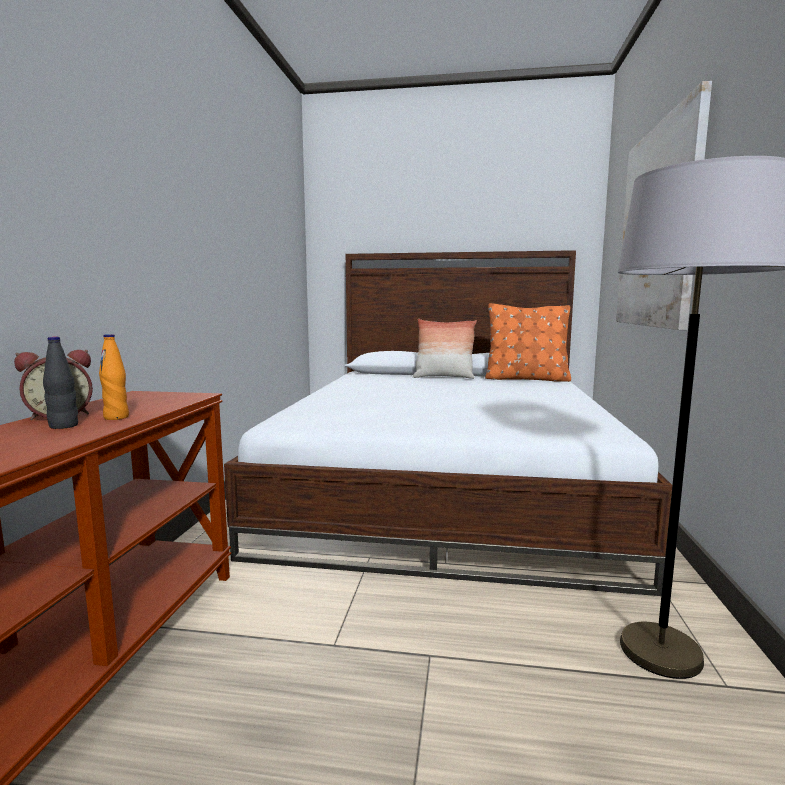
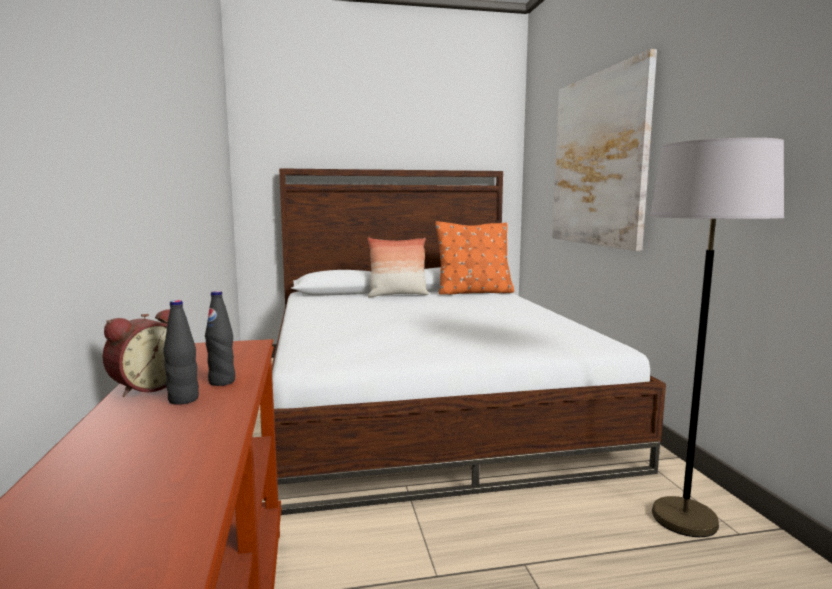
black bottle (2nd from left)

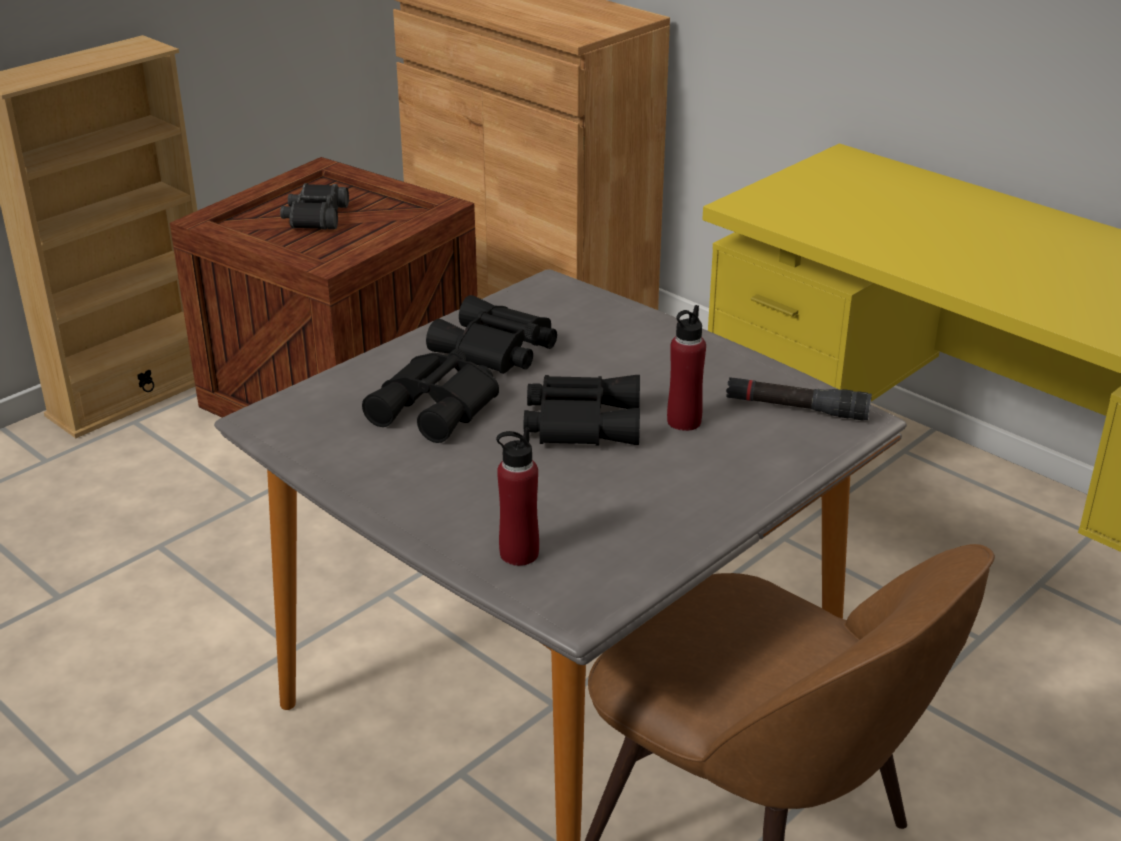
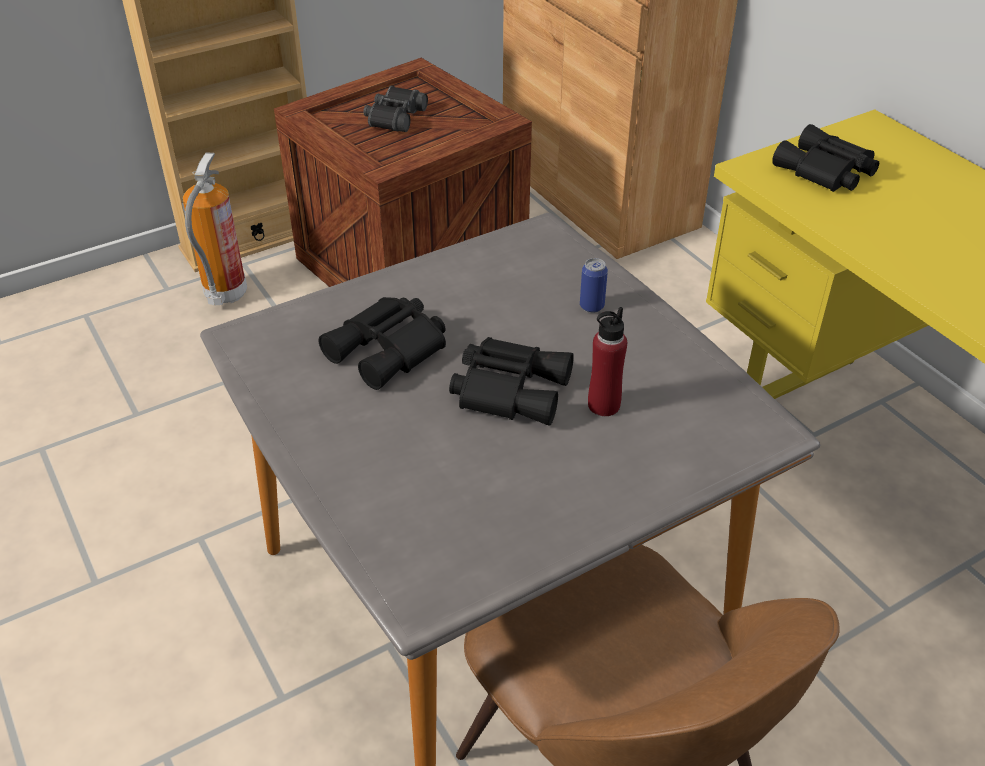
black binoculars (4th from left); black flashlight; red bottle (1st from left in the first image); fire extinguisher; can

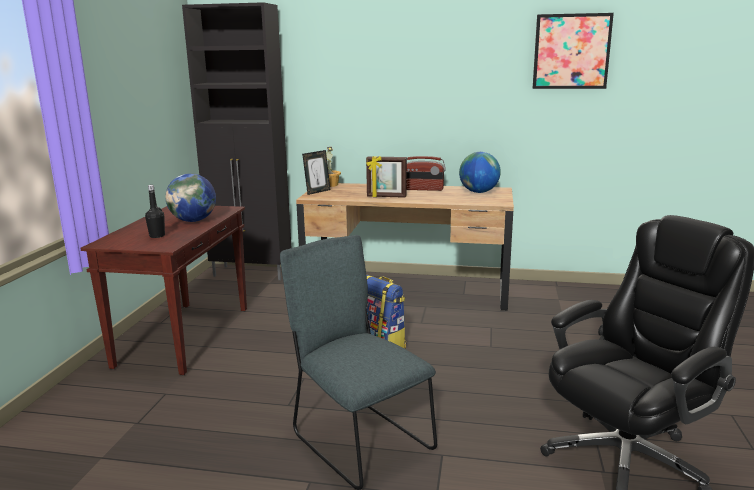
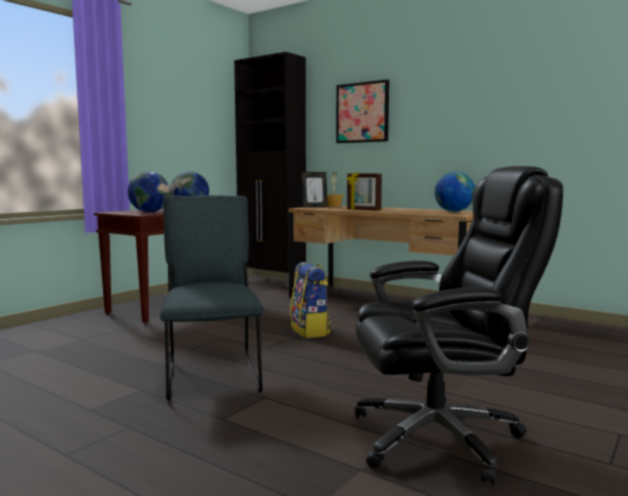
picture; radio; globe (1st from left)

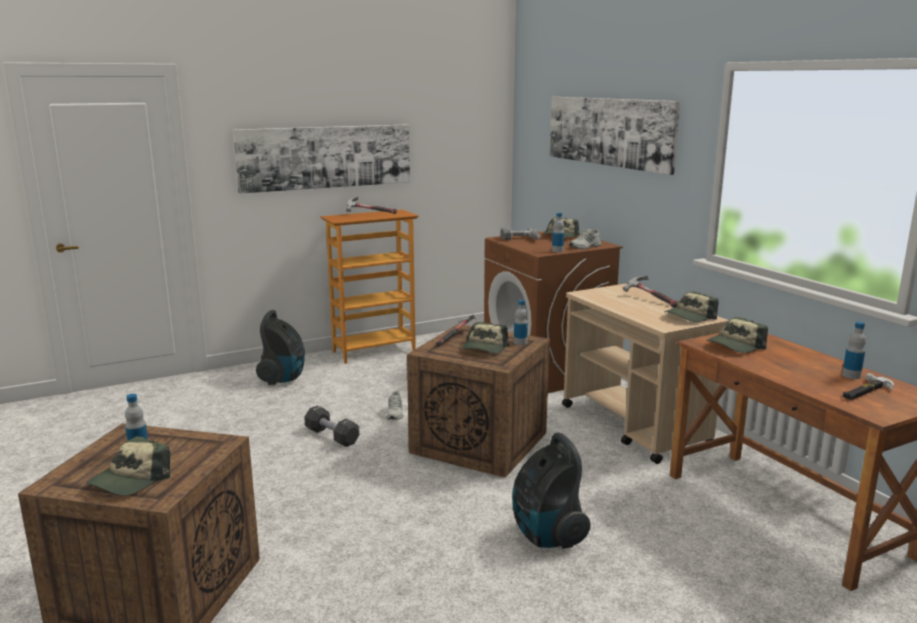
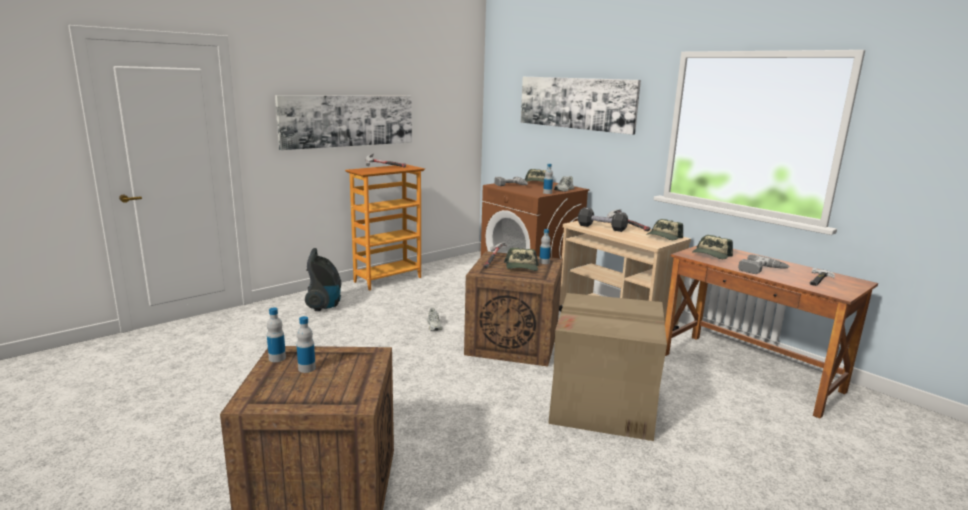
bottle (1st from left); black dumbbell; cardboard box; cap (1st from left in the first image); power drill (2nd from left)

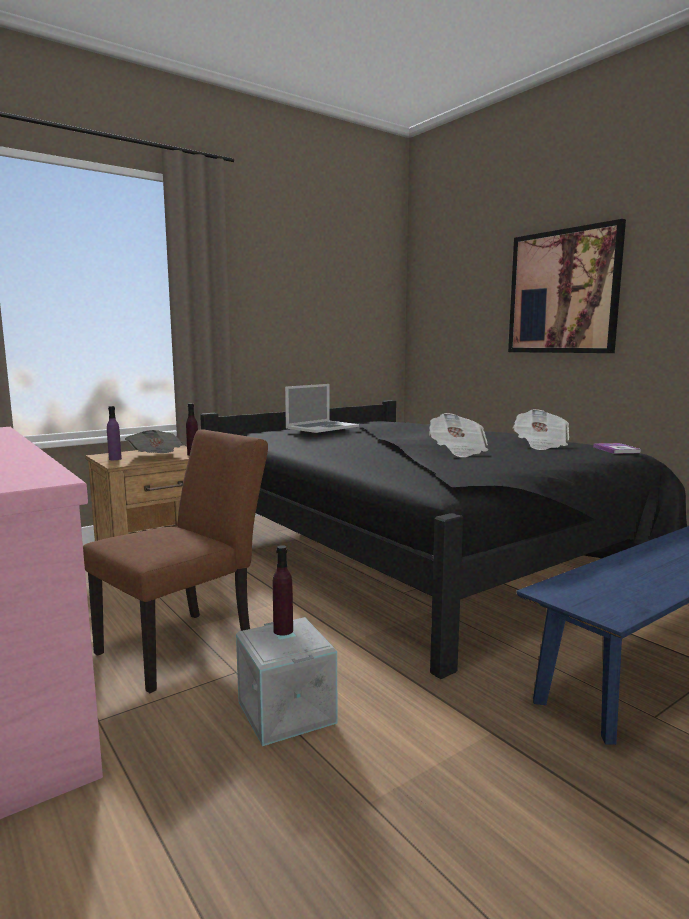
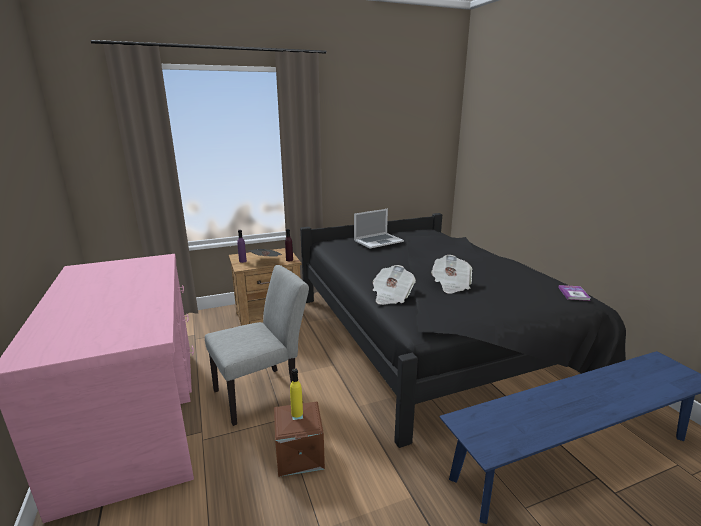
picture; newspaper (2nd from left); grey chair; yellow bottle; brown storage box

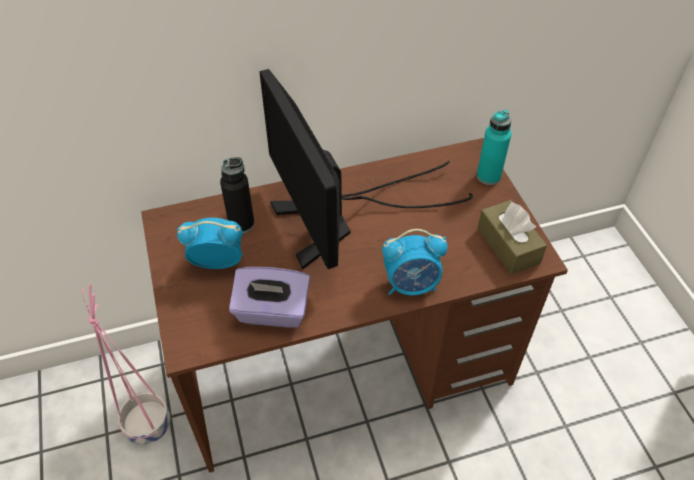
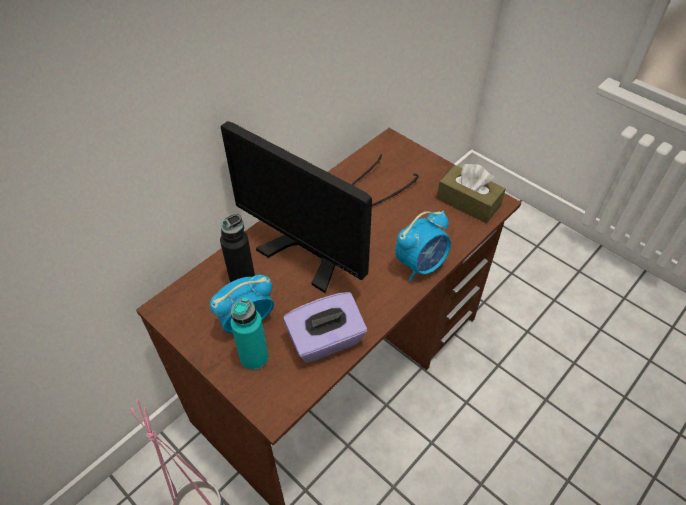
turquoise bottle

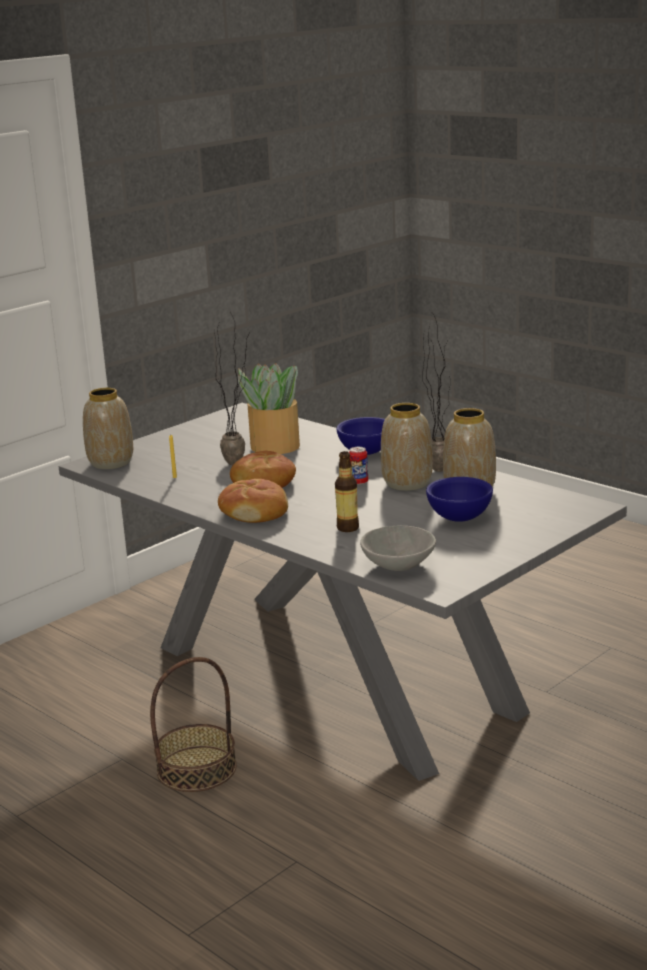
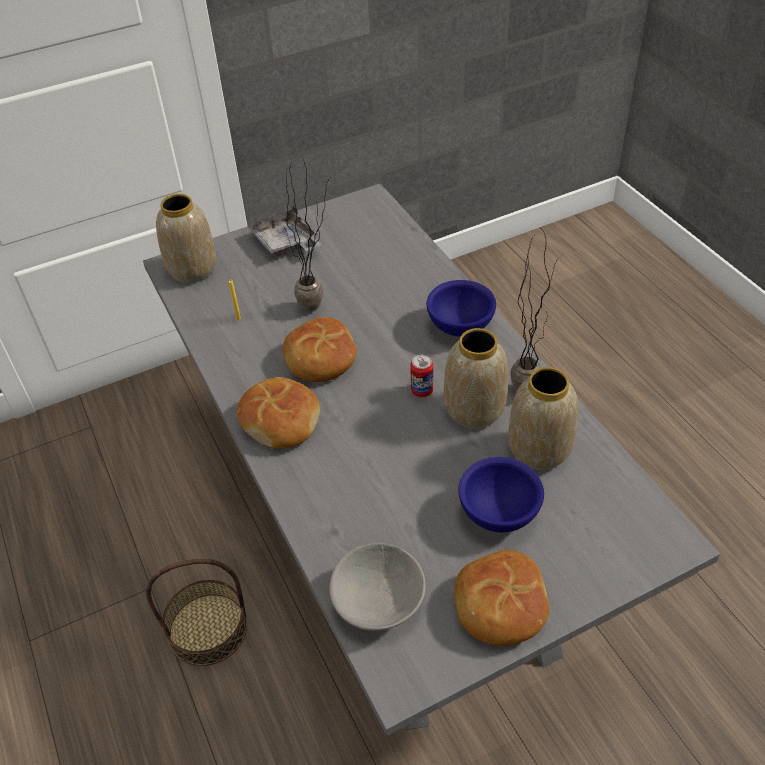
potted plant (2nd from left in the first image); bottle; grey tray; bread (3rd from left)

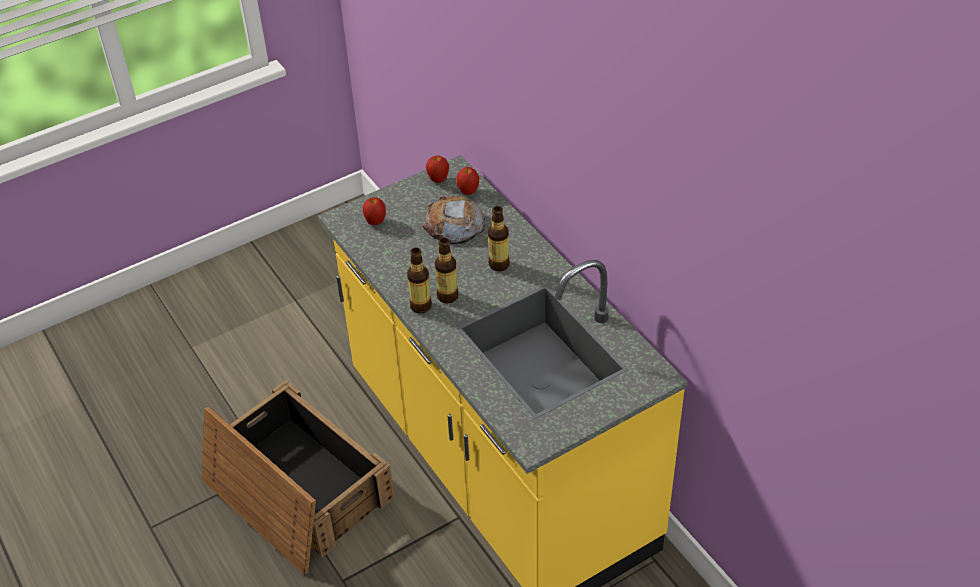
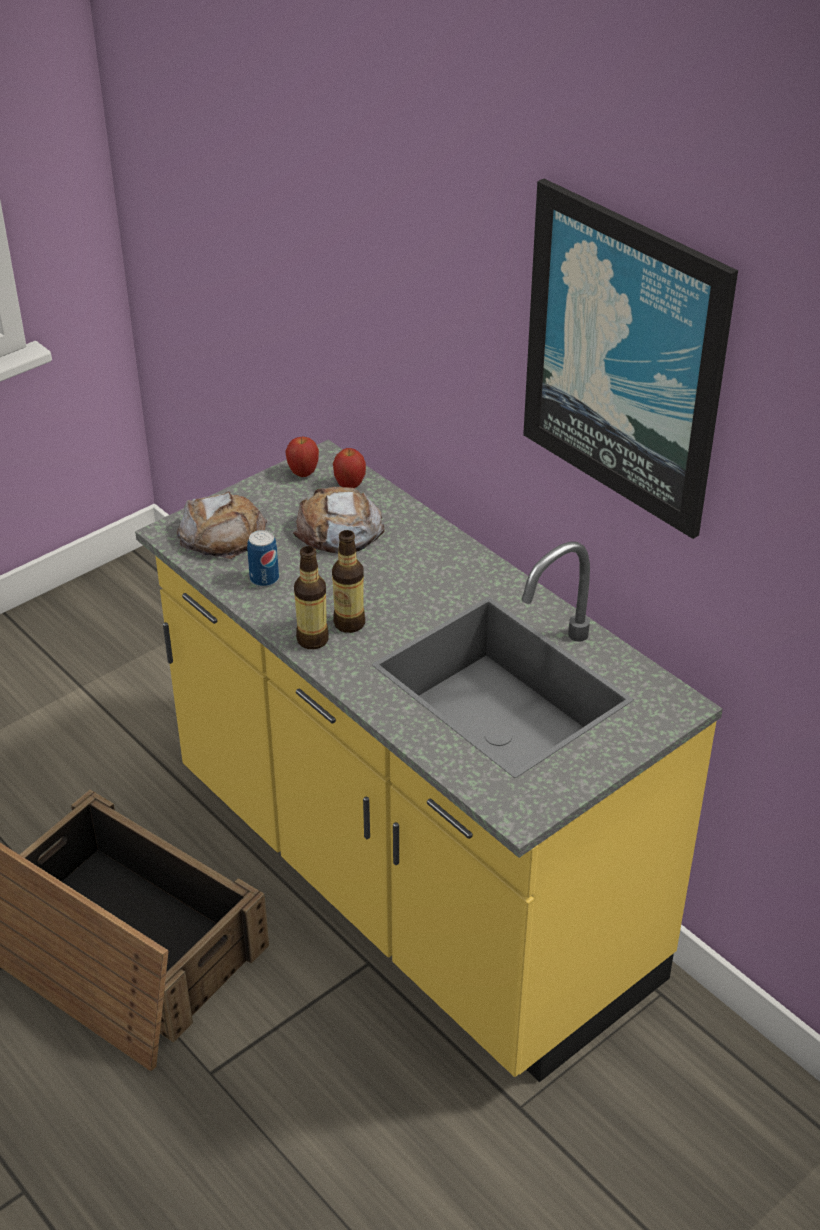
bread (1st from left); bottle (3rd from left in the first image); picture; can

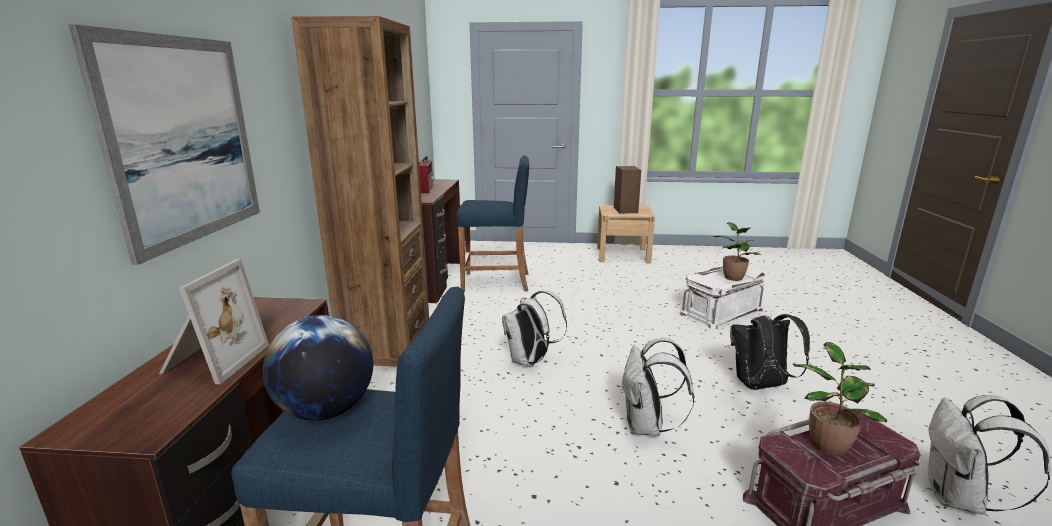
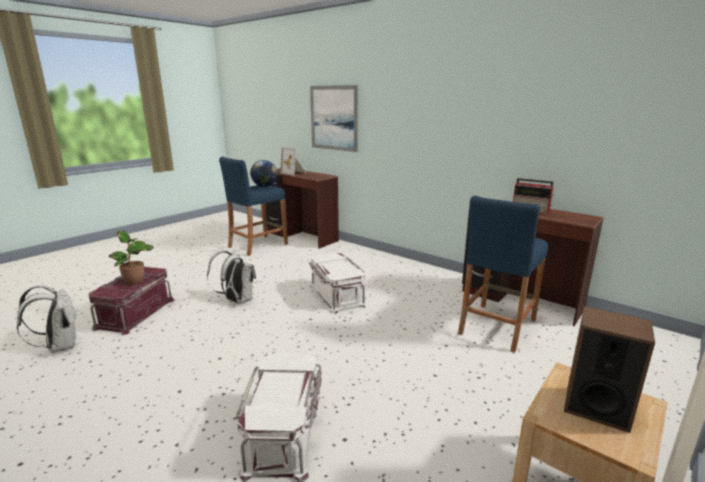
brown bookcase; potted plant (1st from left in the first image); white storage box (2nd from left); black backpack

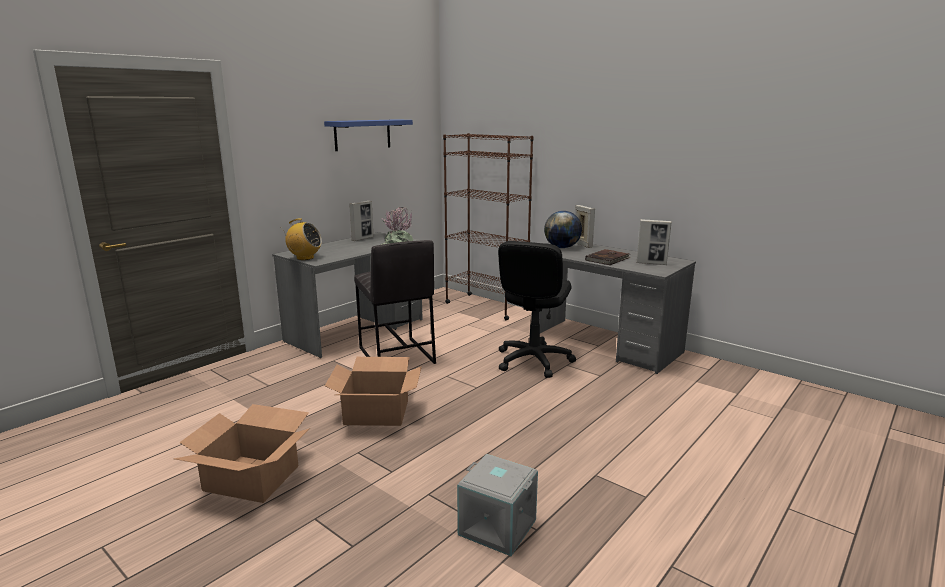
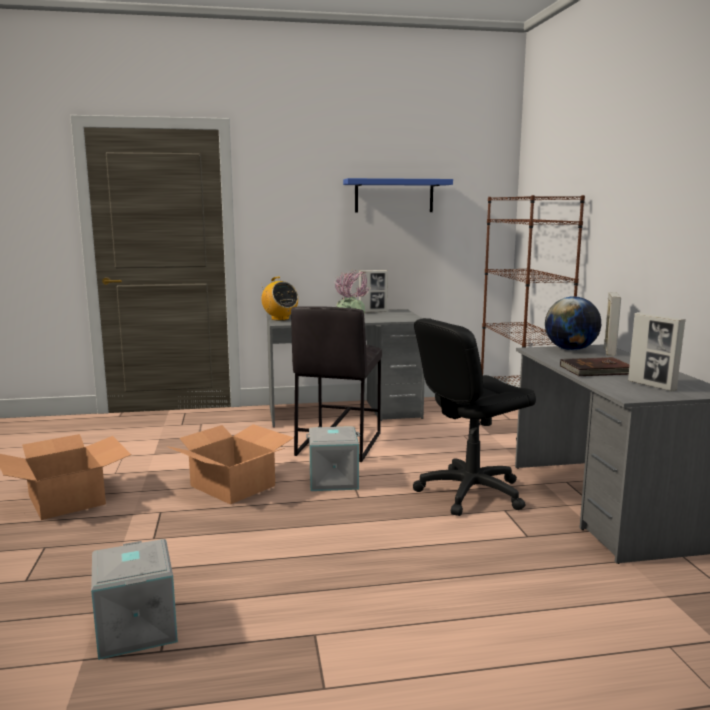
grey storage box (2nd from left)

